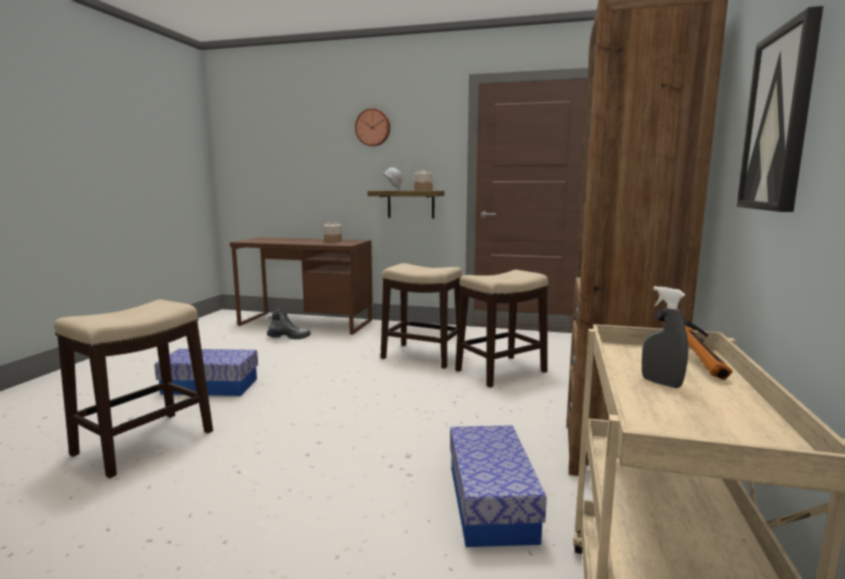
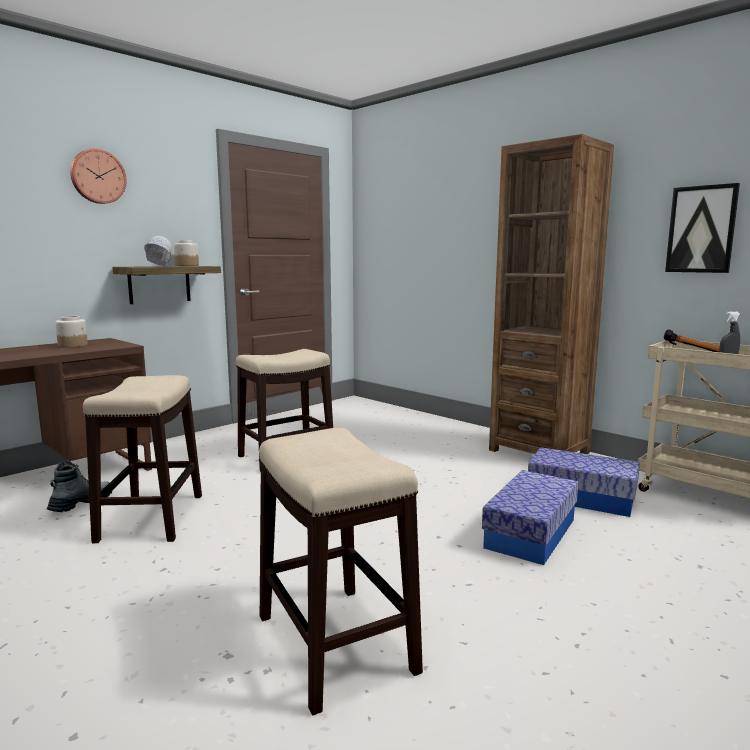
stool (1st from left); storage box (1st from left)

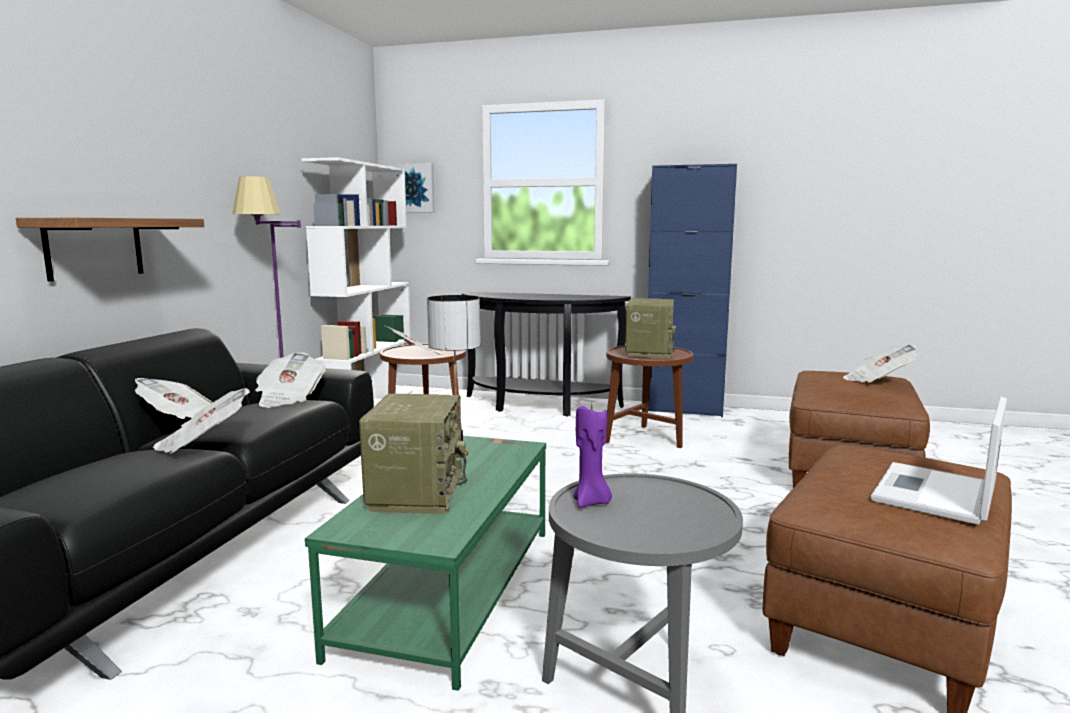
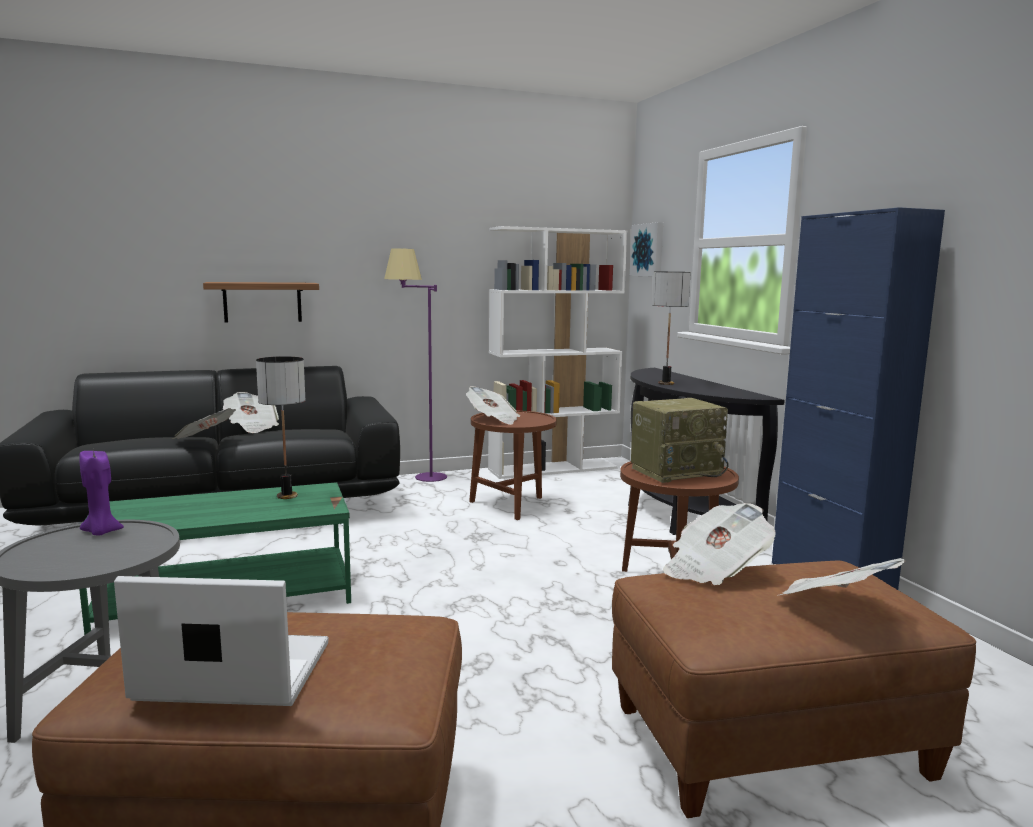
newspaper (4th from left); radio (1st from left in the first image); table lamp (2nd from left)

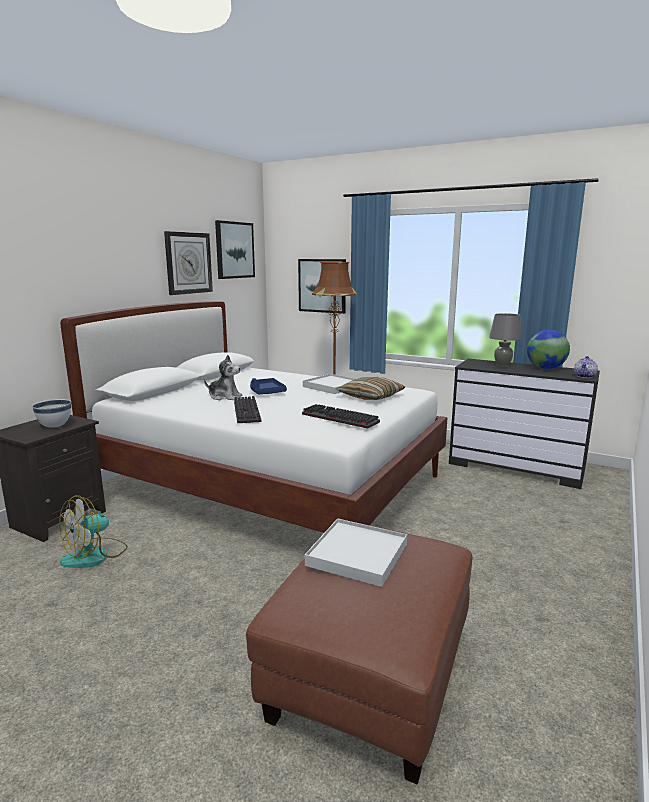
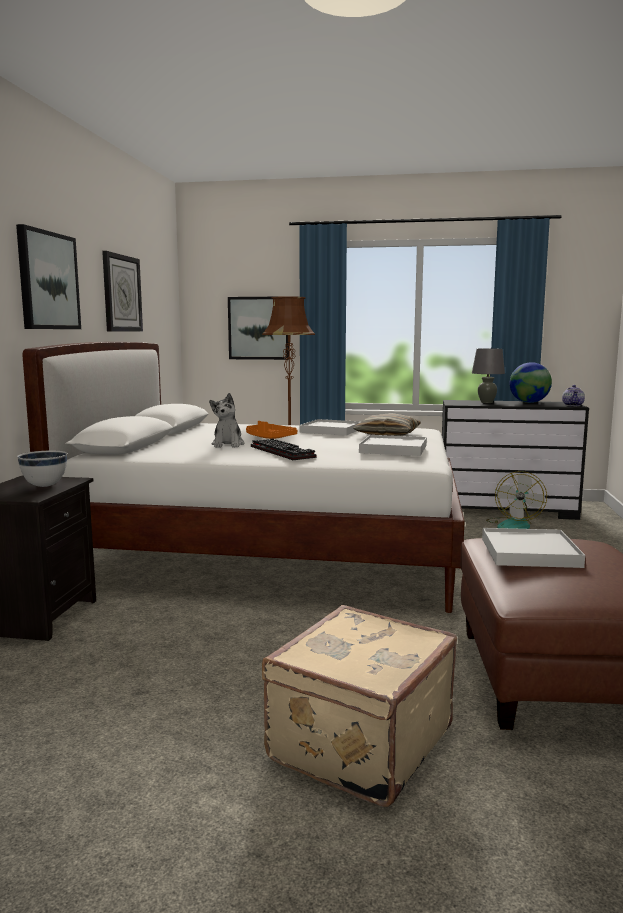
picture (1st from left); plush toy; orange tray; white tray (2nd from left); fan; beige suitcase

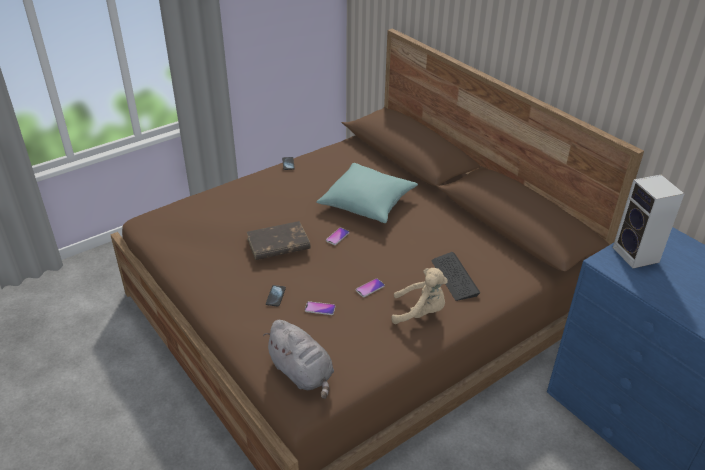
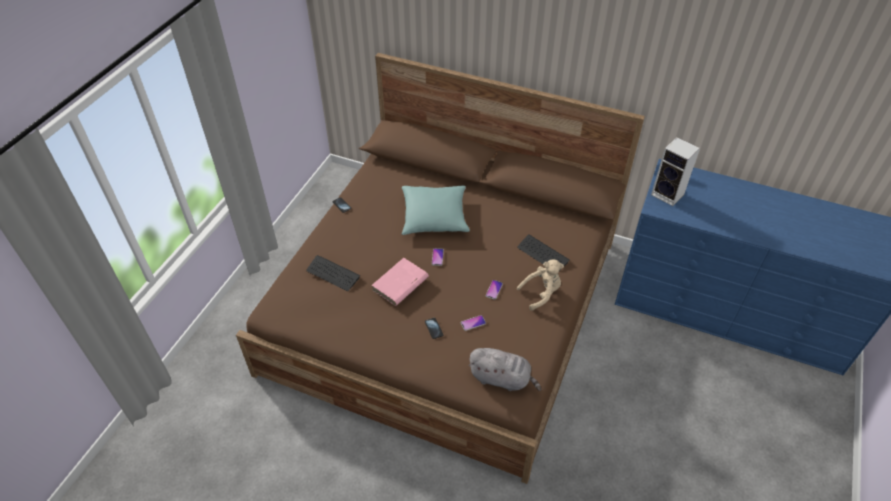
pink book; keyboard (1st from left)

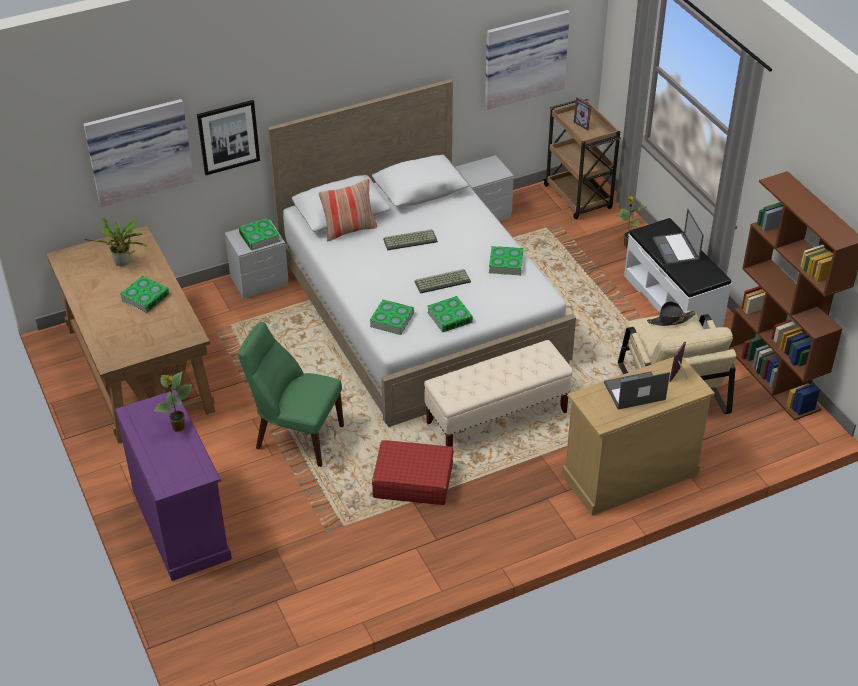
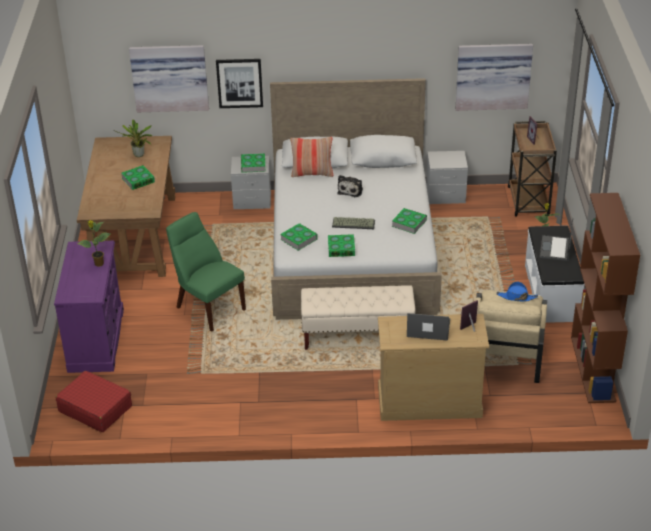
plush toy; blue hat; red suitcase

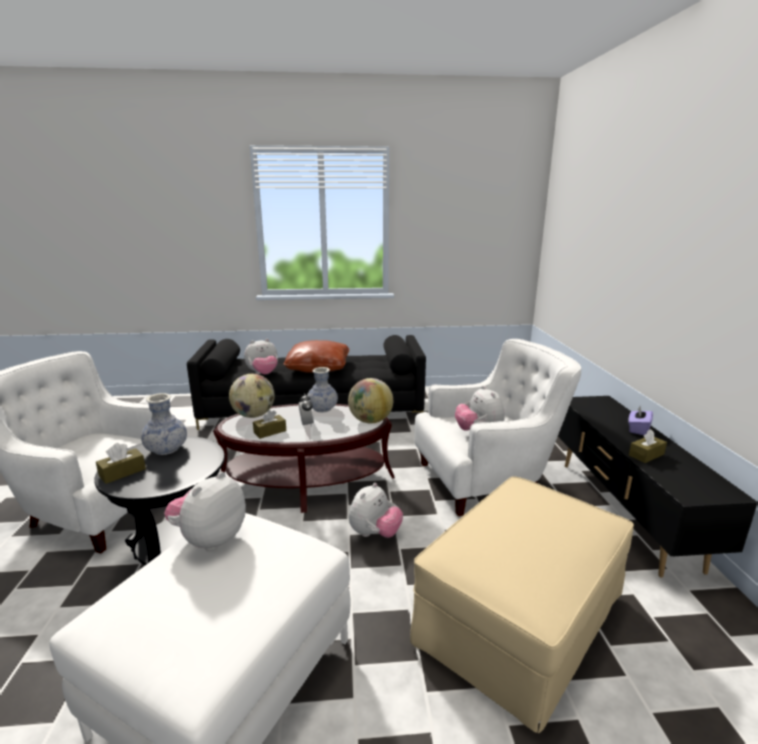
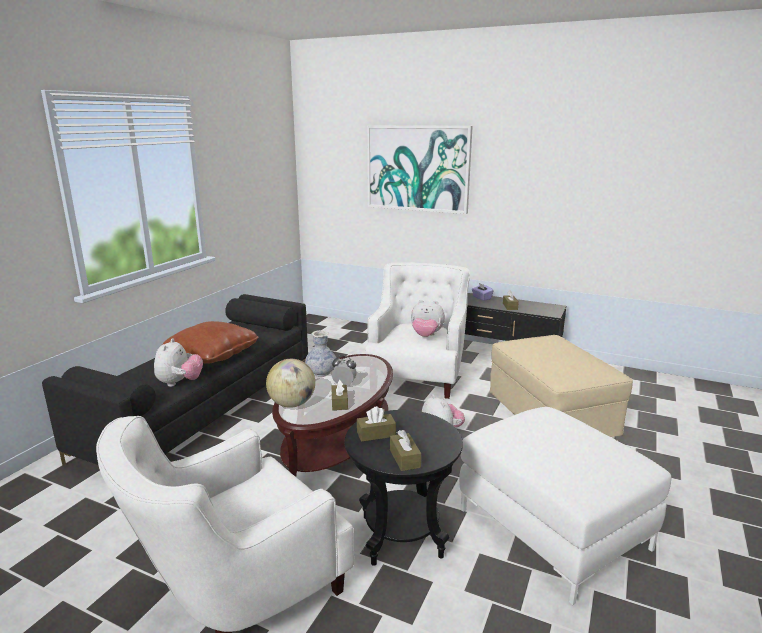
globe (2nd from left in the first image); brown tissue box (2nd from left); plush toy (1st from left in the first image); picture

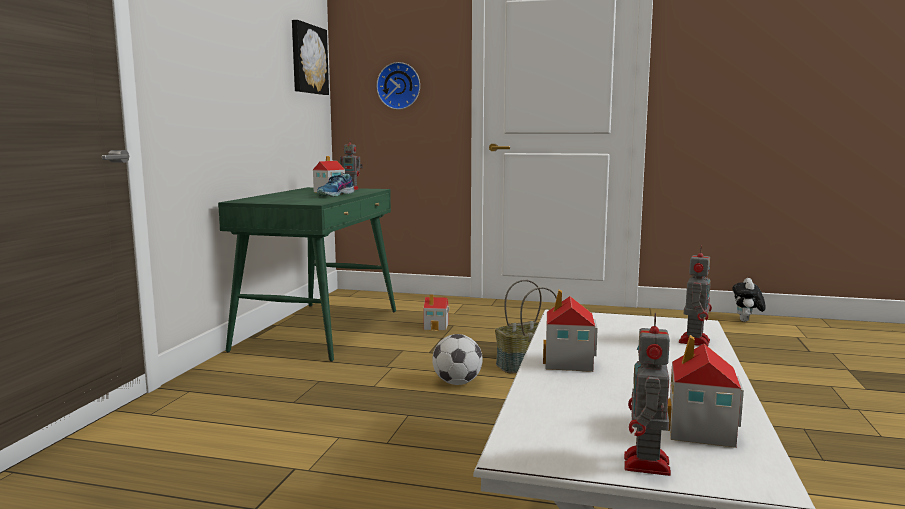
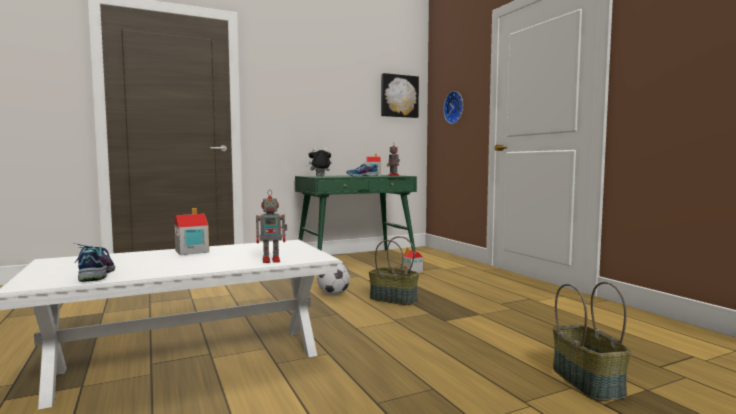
plush toy; toy robot (2nd from left in the first image); shoe (1st from left); basket (2nd from left)

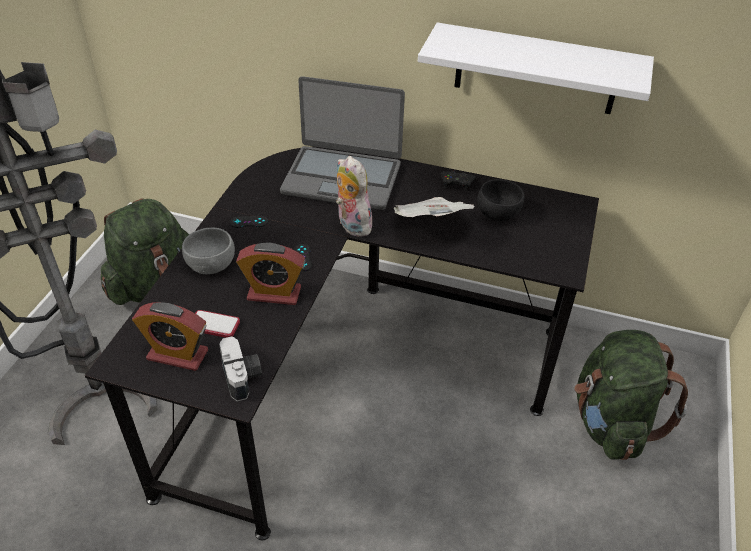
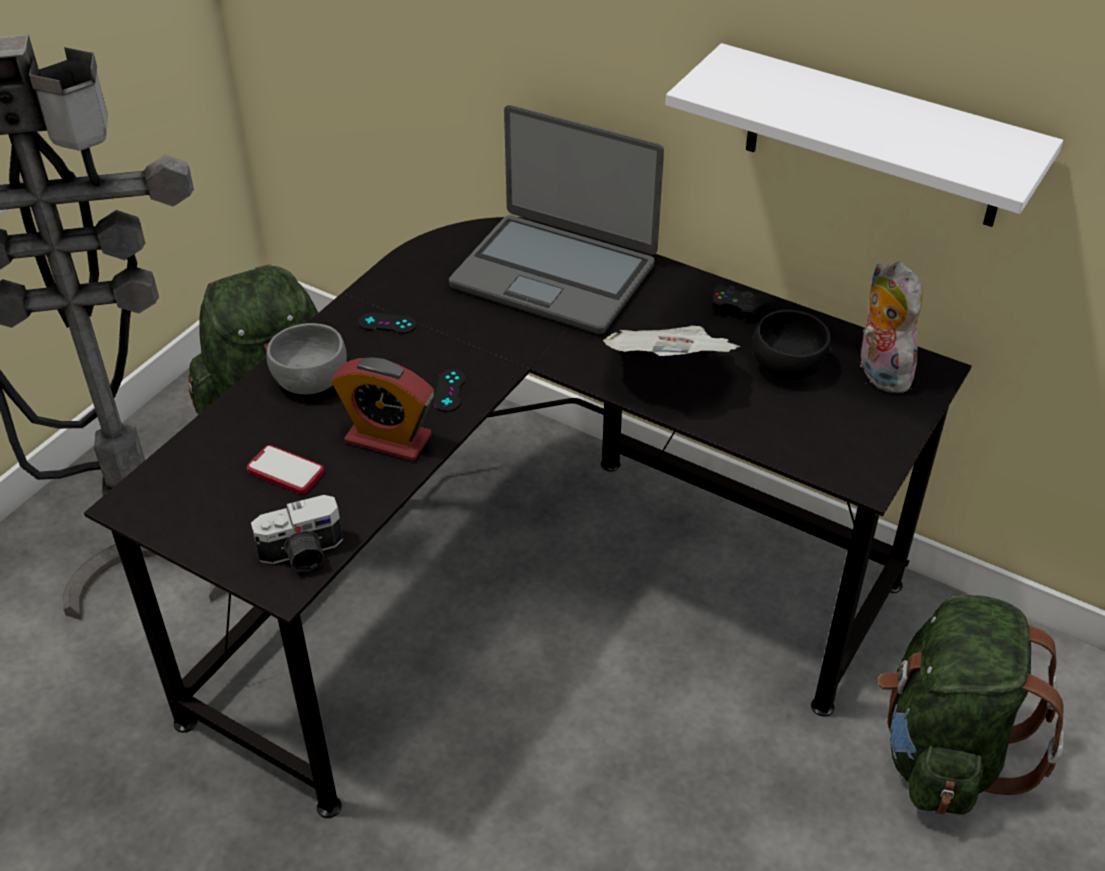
plush toy; alarm clock (1st from left in the first image); photo camera

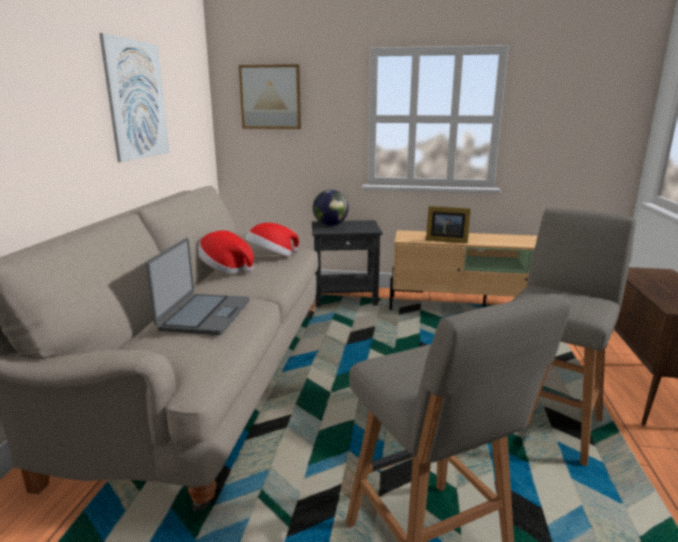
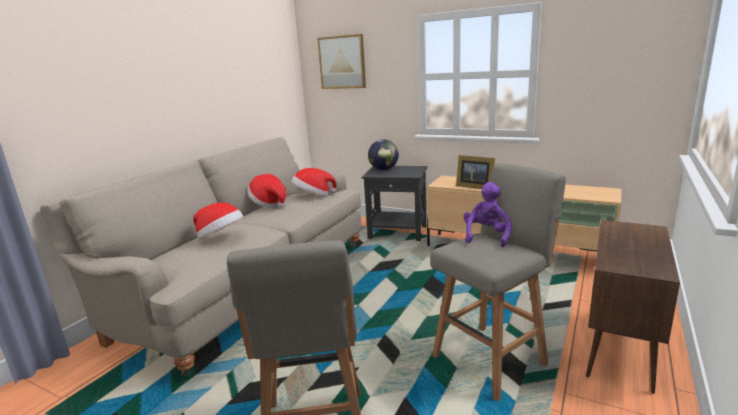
picture (1st from left in the first image); hat (1st from left); purple plush toy

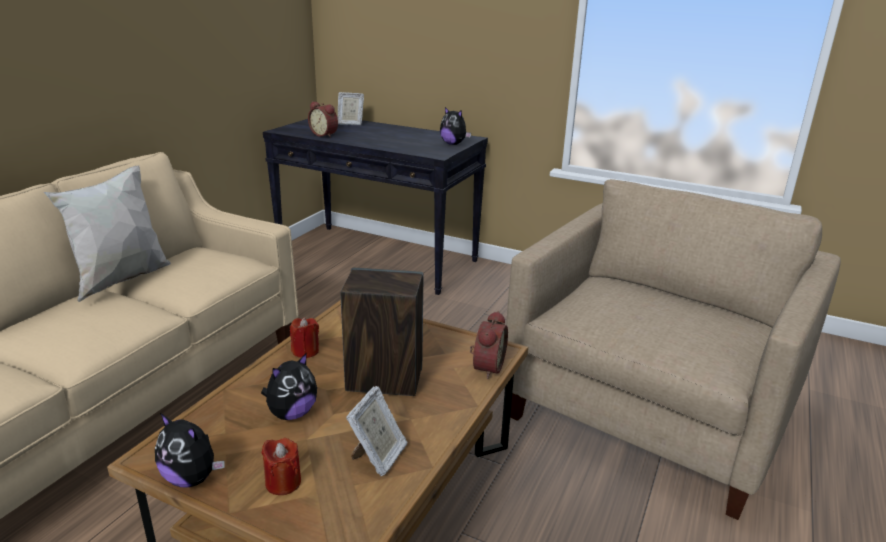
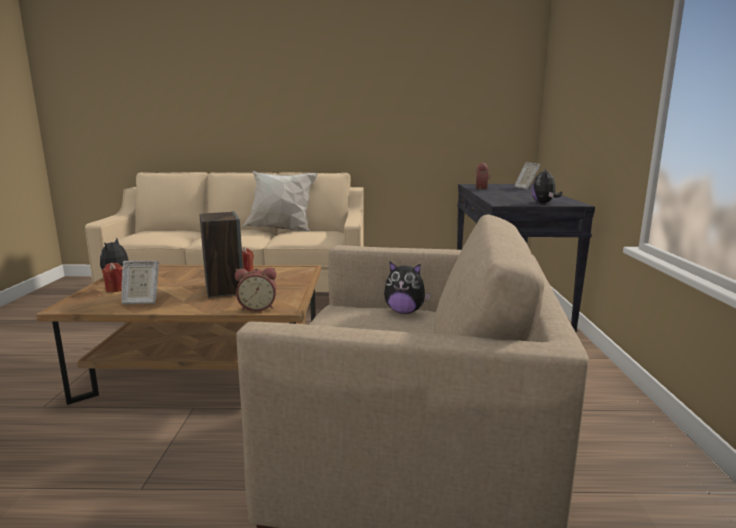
plush toy (2nd from left)

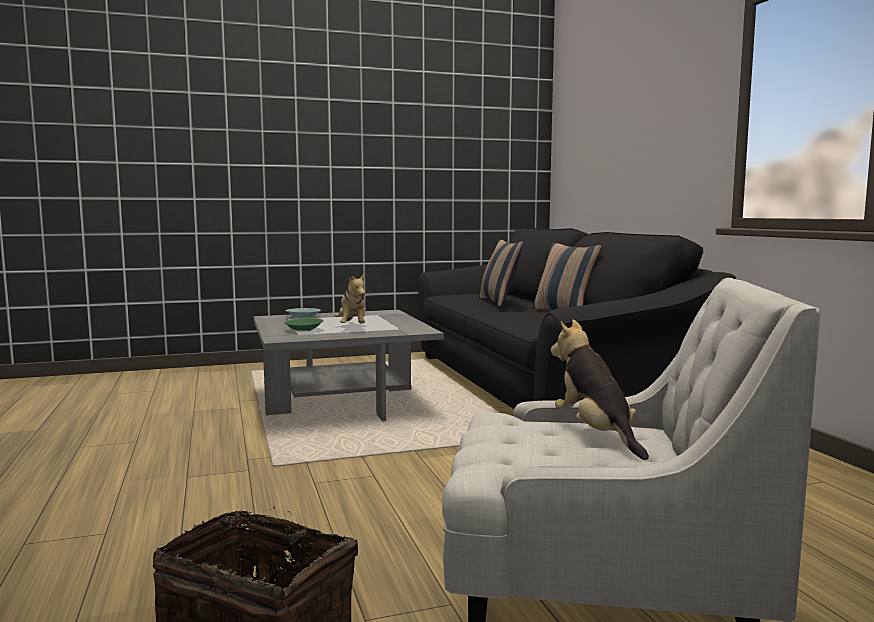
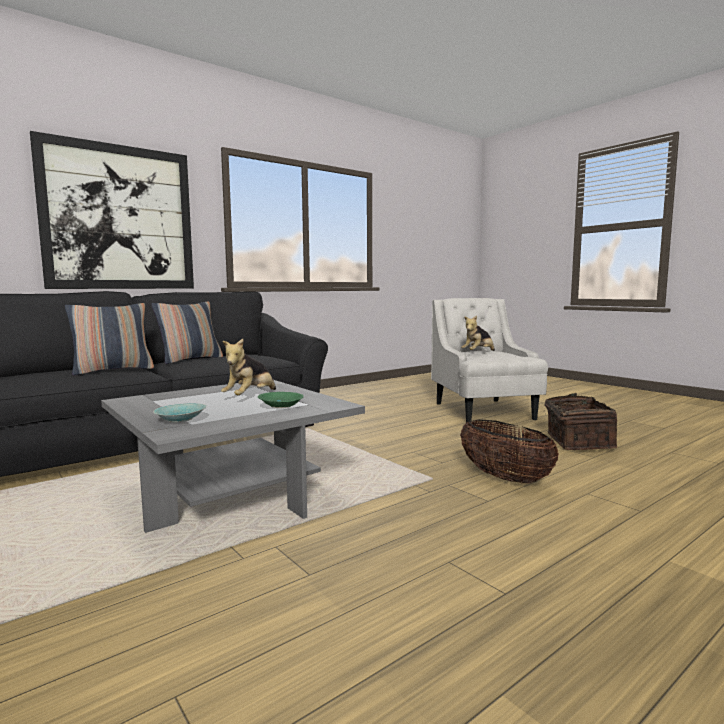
plush toy (1st from left); picture; basket (1st from left)

